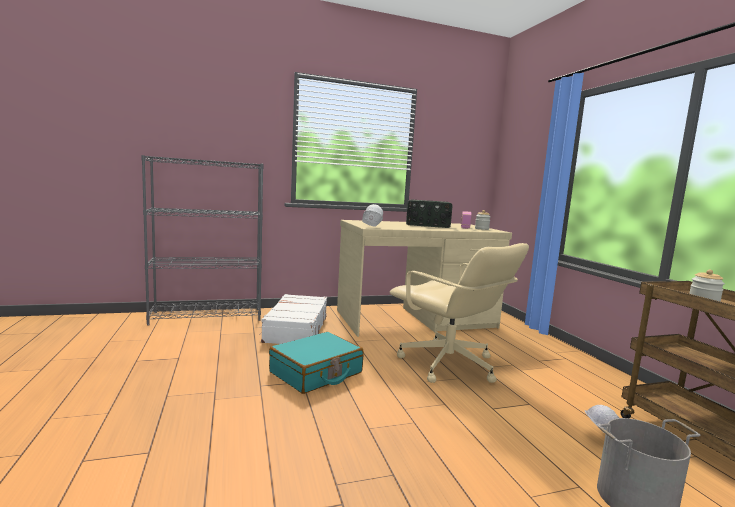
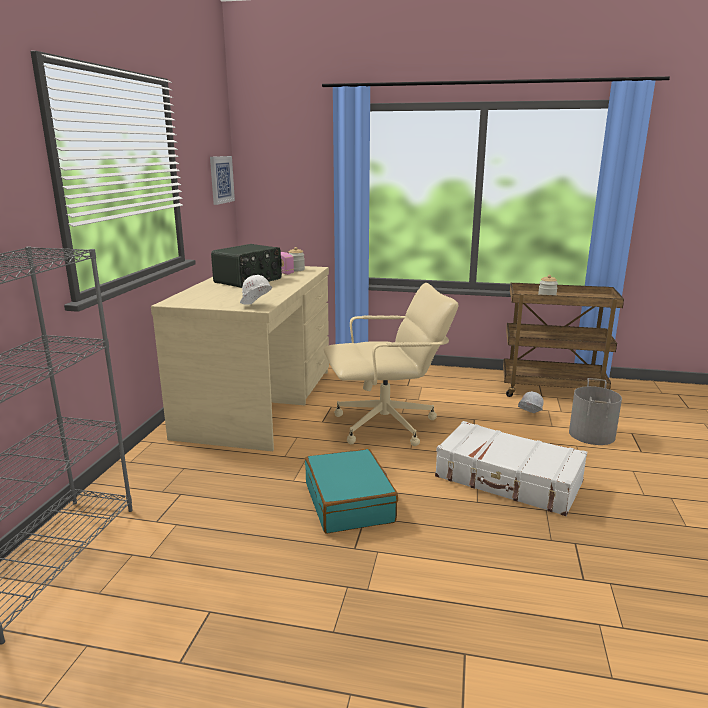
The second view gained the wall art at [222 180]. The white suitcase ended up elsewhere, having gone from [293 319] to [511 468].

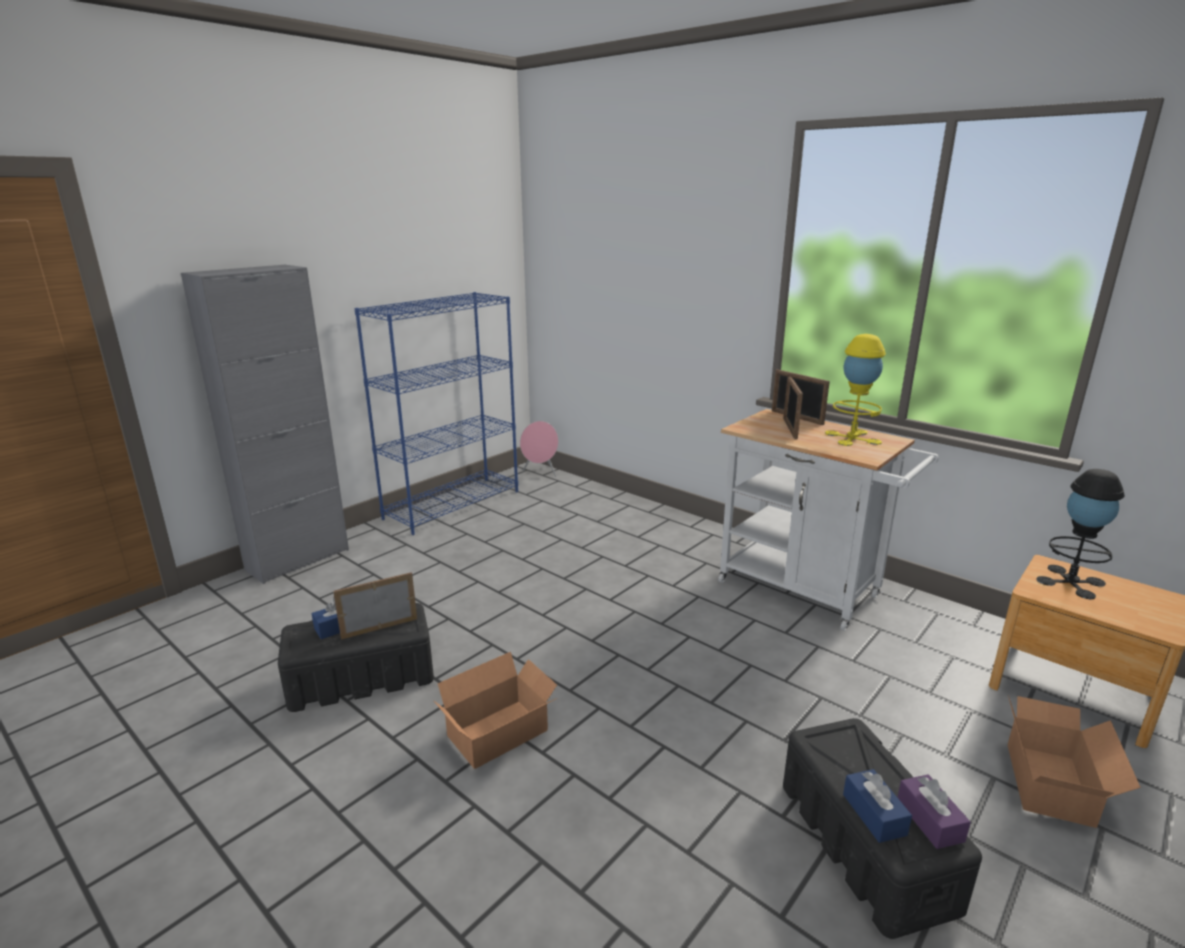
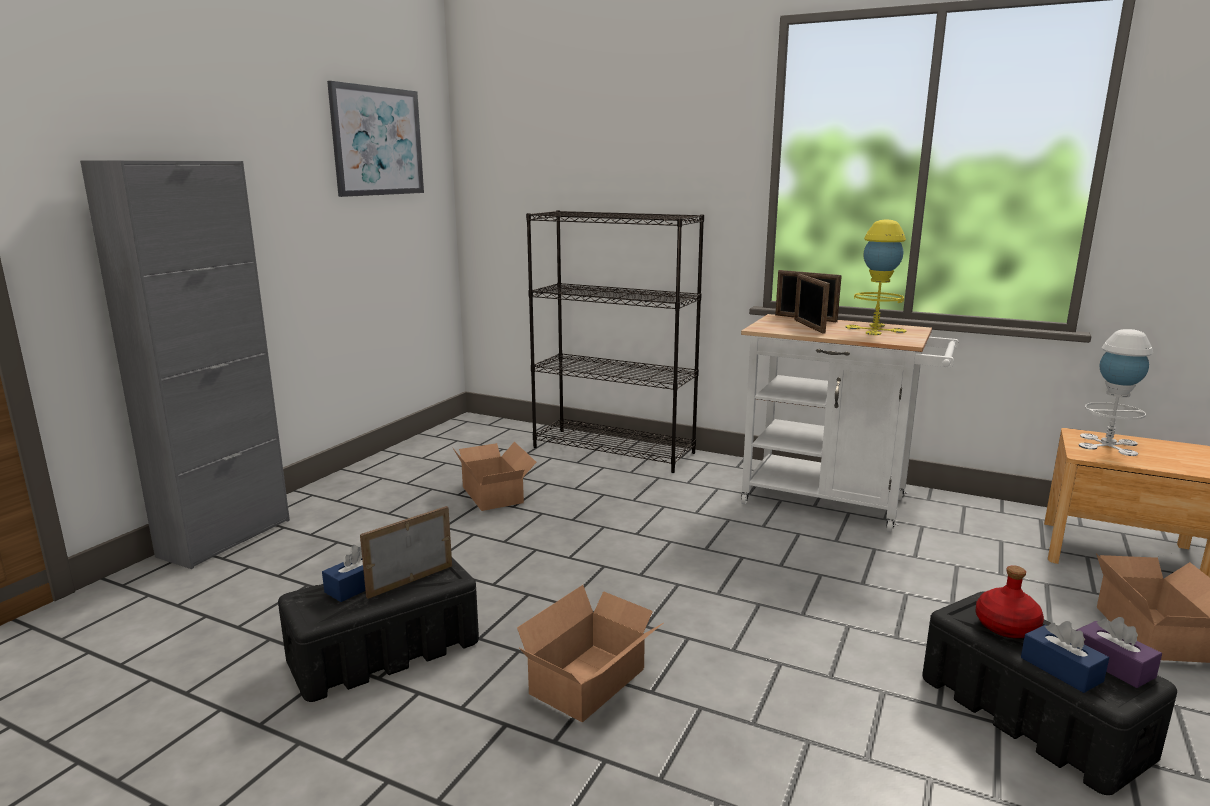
The second view gained the wall art at [375 139]. The second view gained the packing box at [494 476]. The second view gained the black-coloured bookcase at [615 341]. The second view gained the red-coloured bottle at [1009 601]. What was the black-coloured table lamp at [1080 534] turned into the white table lamp at [1116 392]. The second view lost the bluish bookcase at [436 413]. The second view lost the pinkish speaker at [539 449].

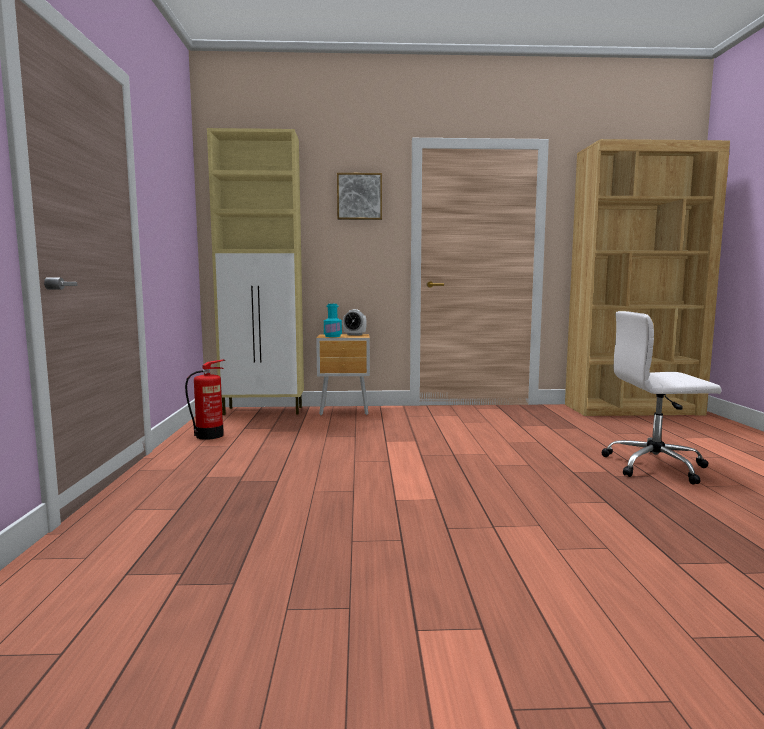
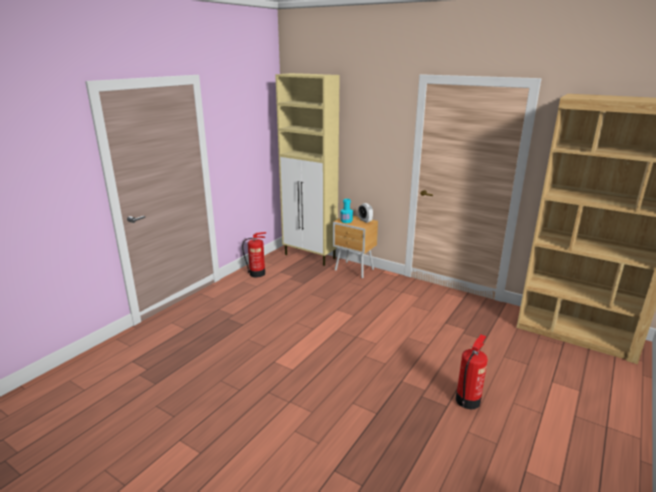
Where the white desk chair stood at [661 398], the extinguisher came to stand at [472 372]. The second view lost the wall art at [359 196].

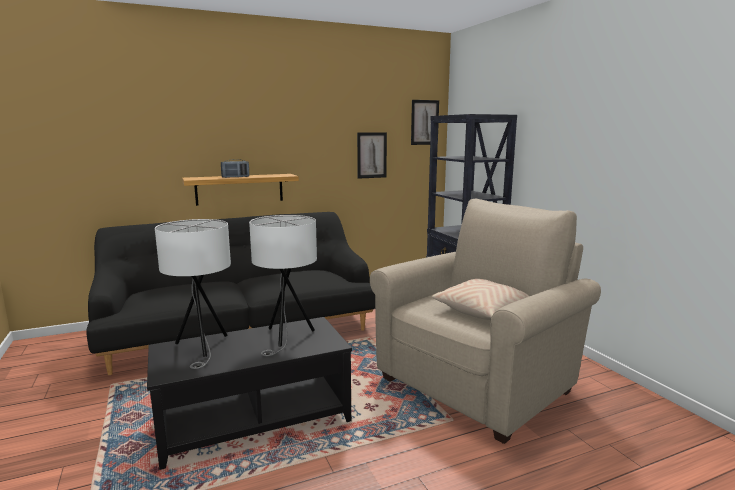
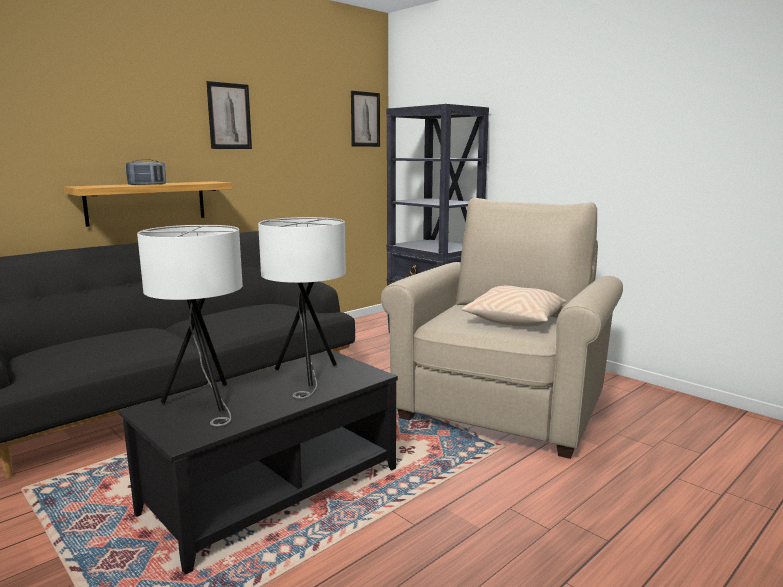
The wall art ended up elsewhere, having gone from [372 155] to [229 115].

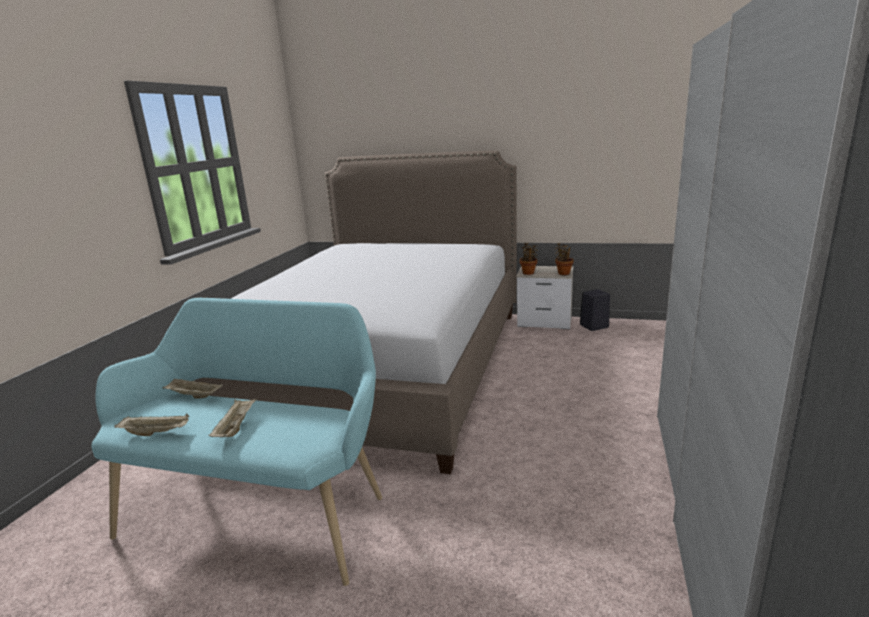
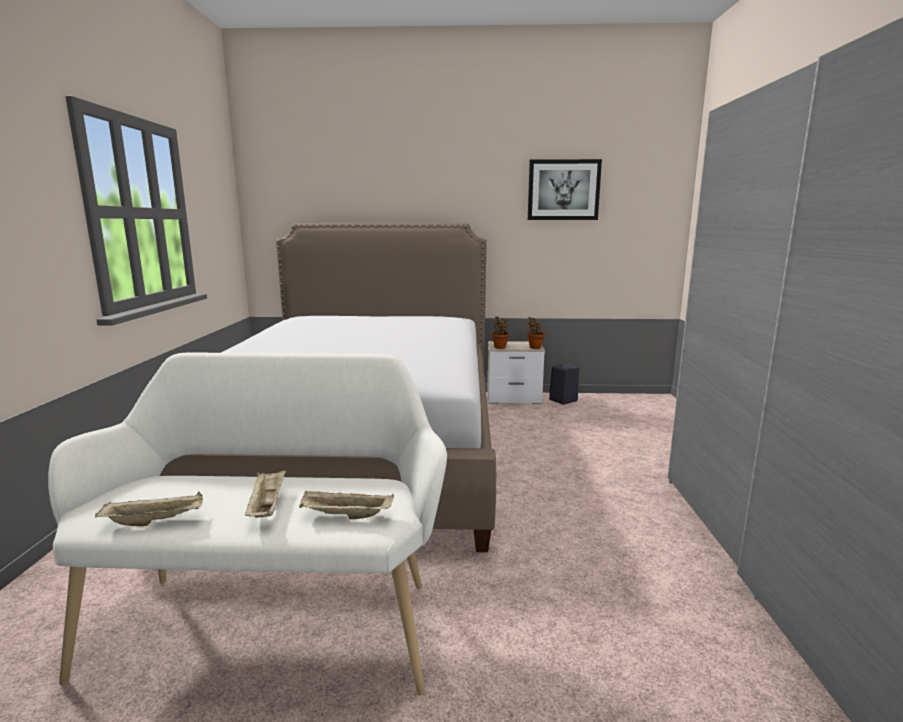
What was the turquoise-coloured indoor bench at [237 442] turned into the white indoor bench at [247 524]. The beige-coloured carrying tray ended up elsewhere, having gone from [193 388] to [346 505]. The second view gained the wall art at [565 189].

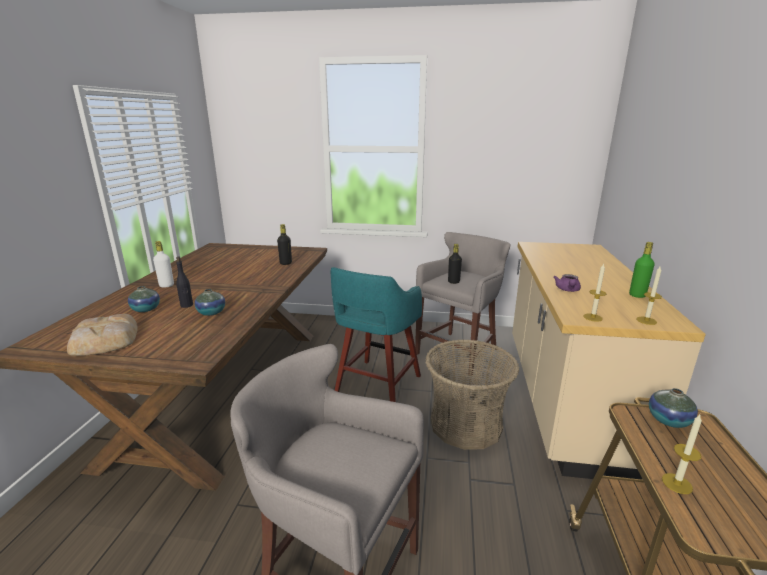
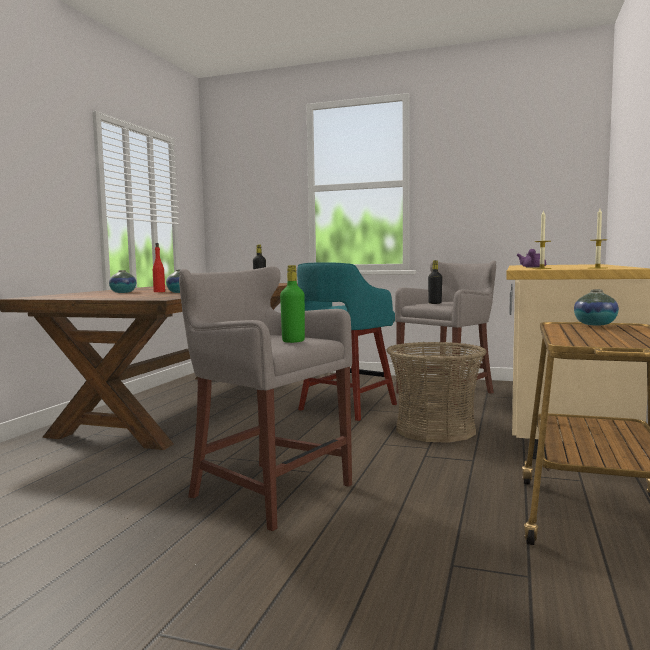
What was the black-coloured bottle at [184 282] turned into the red-coloured bottle at [159 267]. The green bottle ended up elsewhere, having gone from [642 270] to [292 304]. The second view lost the bakery bread at [102 335]. The second view lost the white bottle at [163 264]. The second view lost the candle at [682 454].

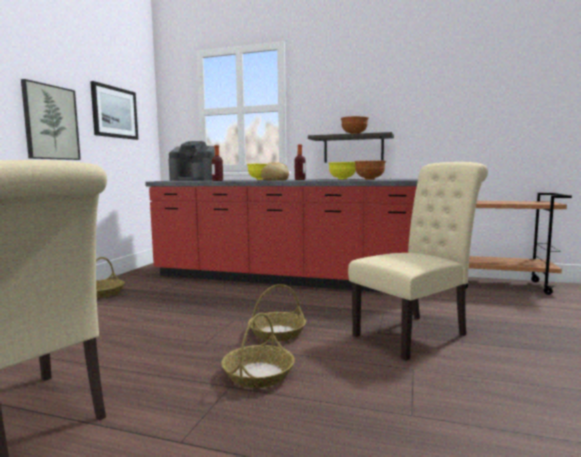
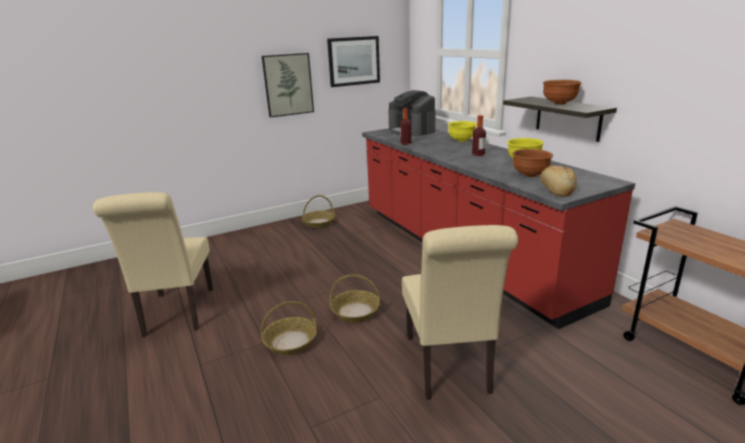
The beige-coloured upright chair at [418 261] ended up facing another way, 75 degrees clockwise from before. The bakery bread ended up elsewhere, having gone from [275 171] to [558 181].

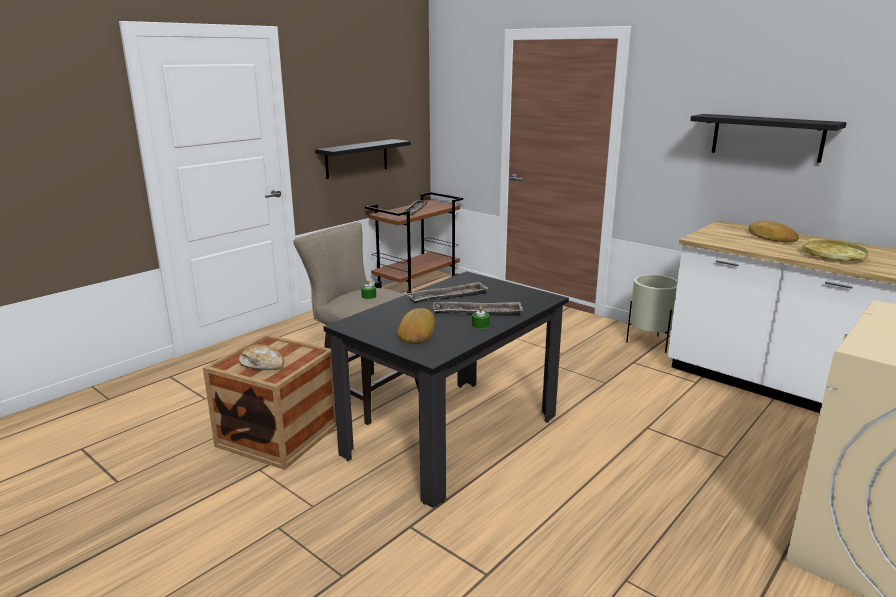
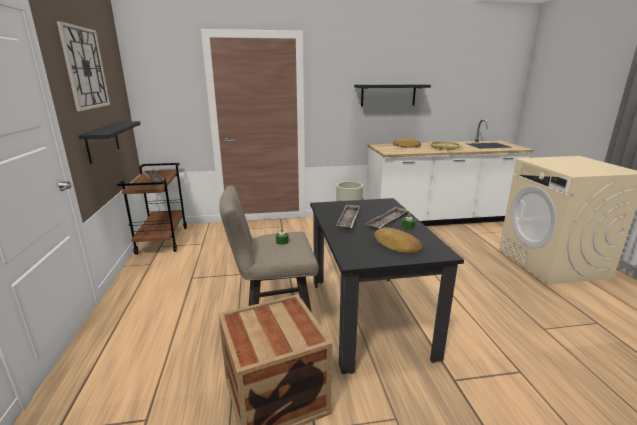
The second view gained the hanging clock at [83 66]. The second view lost the bakery bread at [261 357].

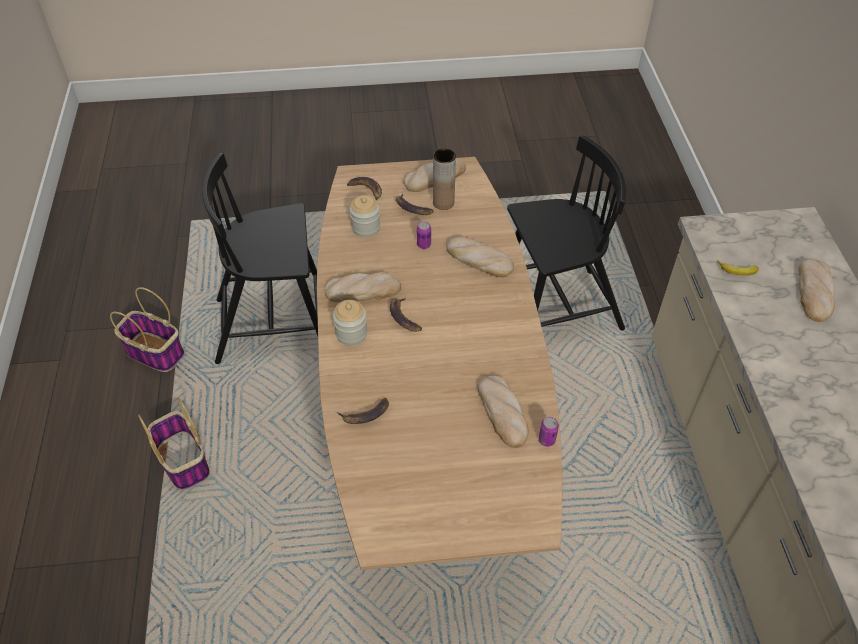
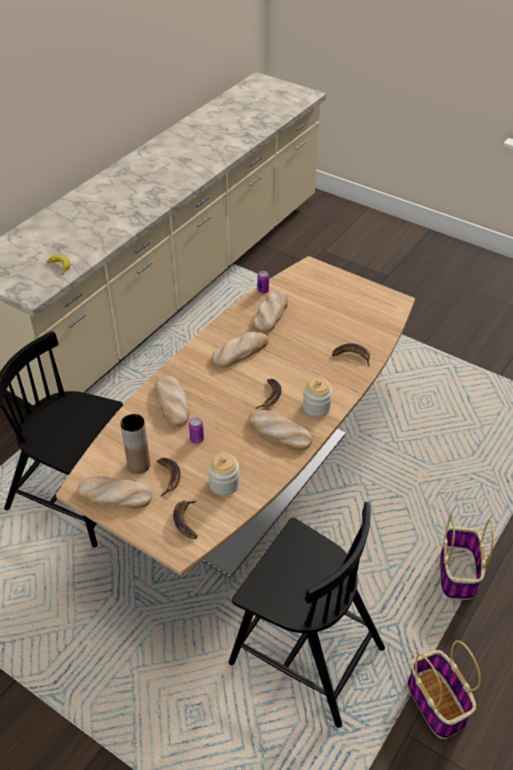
The bakery bread ended up elsewhere, having gone from [816 290] to [240 349].

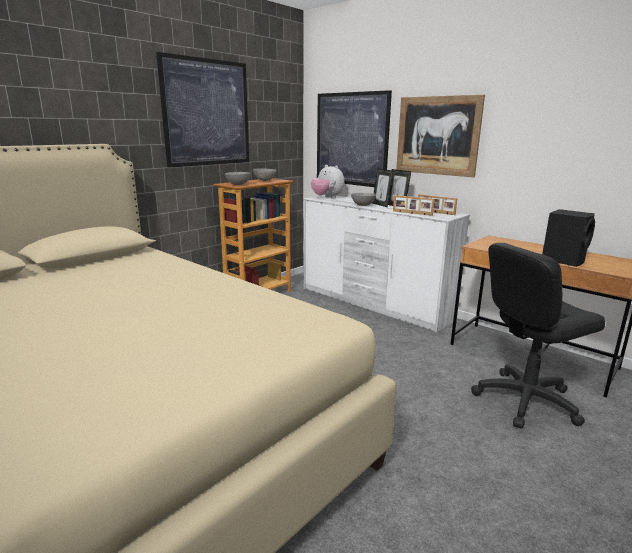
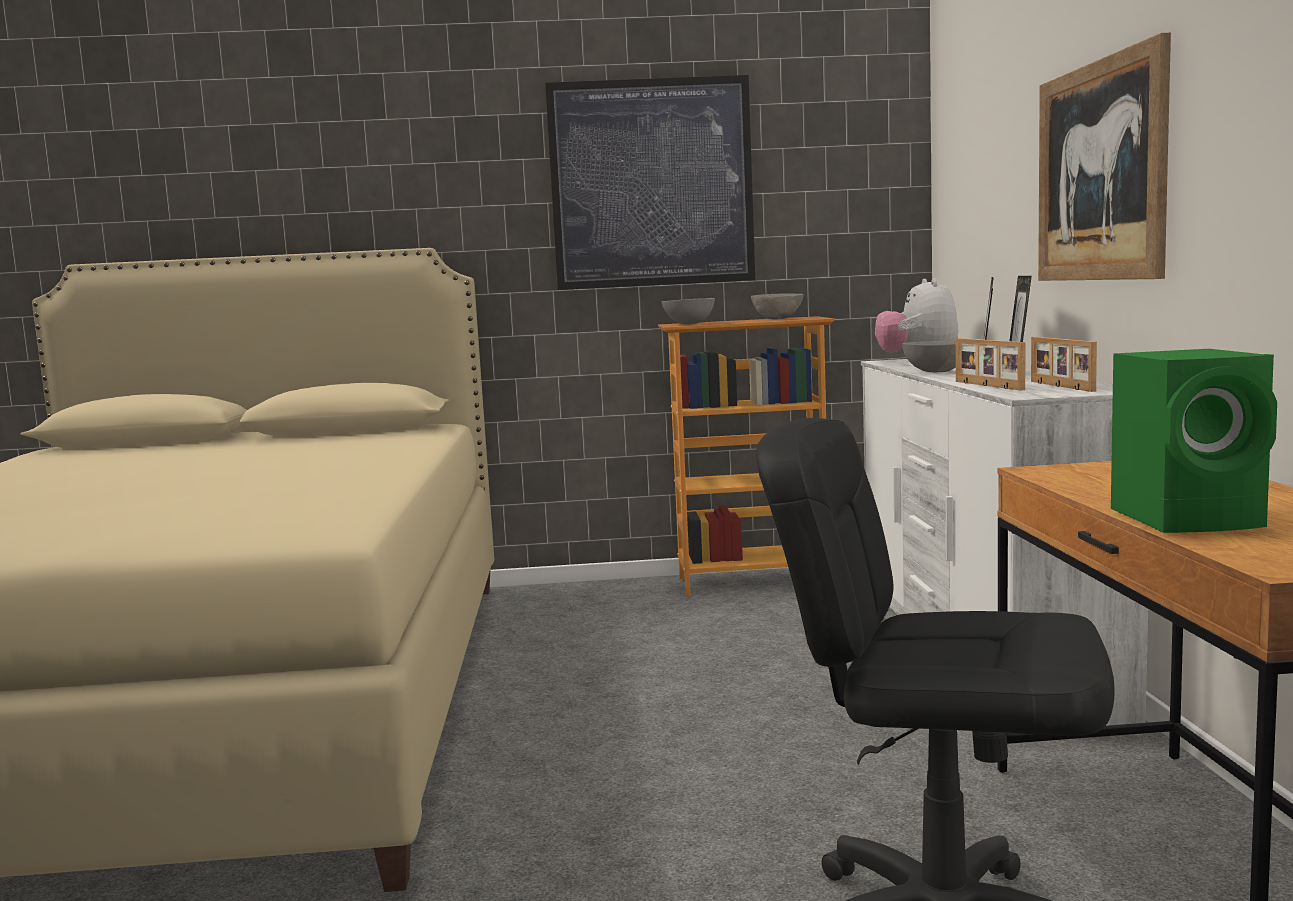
What was the black-coloured speaker at [568 238] turned into the green speaker at [1194 441]. The second view lost the wall art at [354 138].

